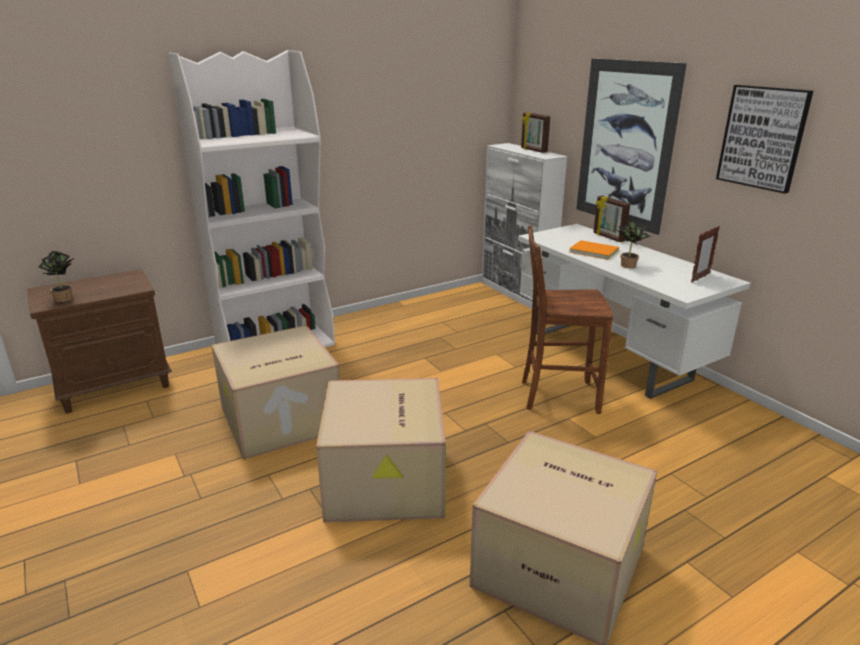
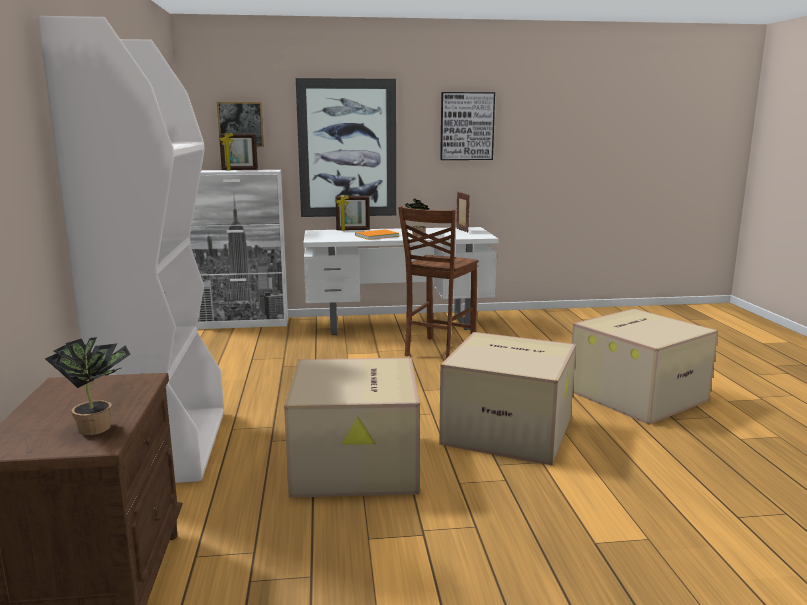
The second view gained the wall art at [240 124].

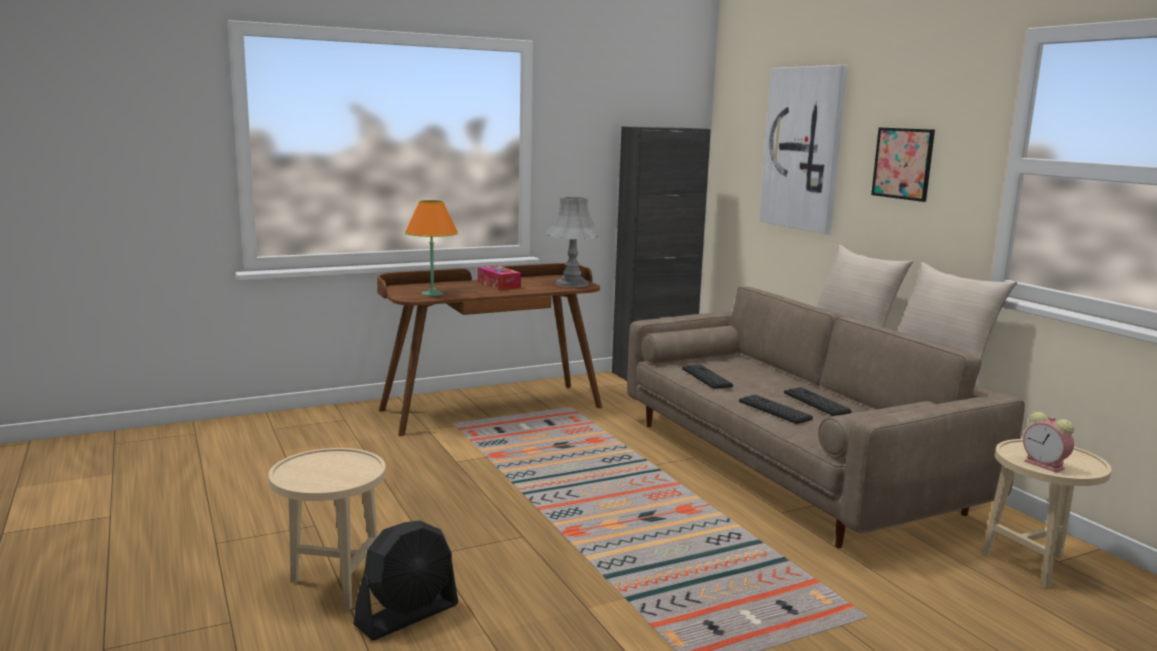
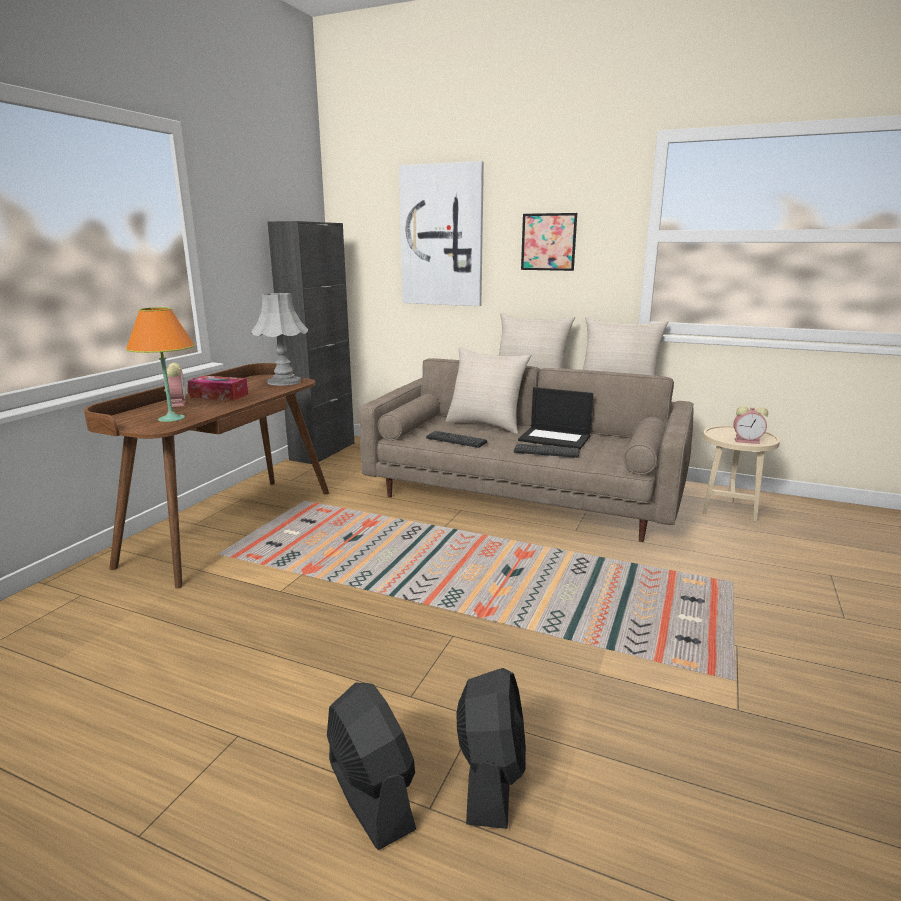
The second view gained the table clock at [174 385]. Where the beige-coloured end table stood at [327 529], the black-coloured cooling fan came to stand at [372 766]. The second view gained the beige-coloured cushion at [488 390]. Where the computer keyboard stood at [818 401], the portable computer came to stand at [555 418].

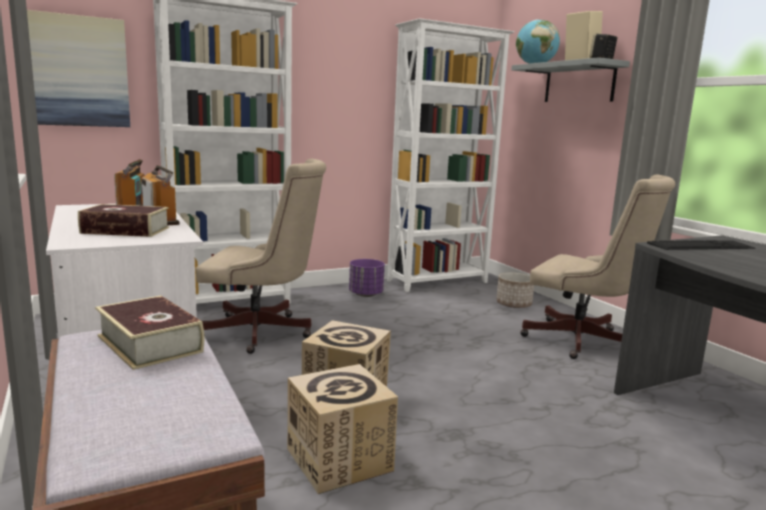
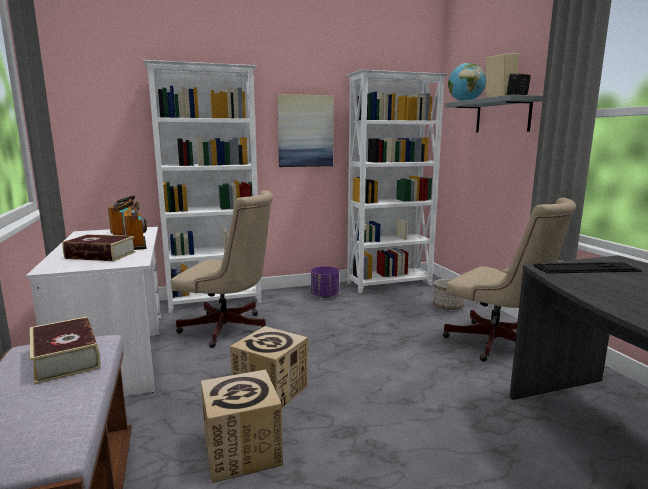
The wall art ended up elsewhere, having gone from [78 68] to [305 130].

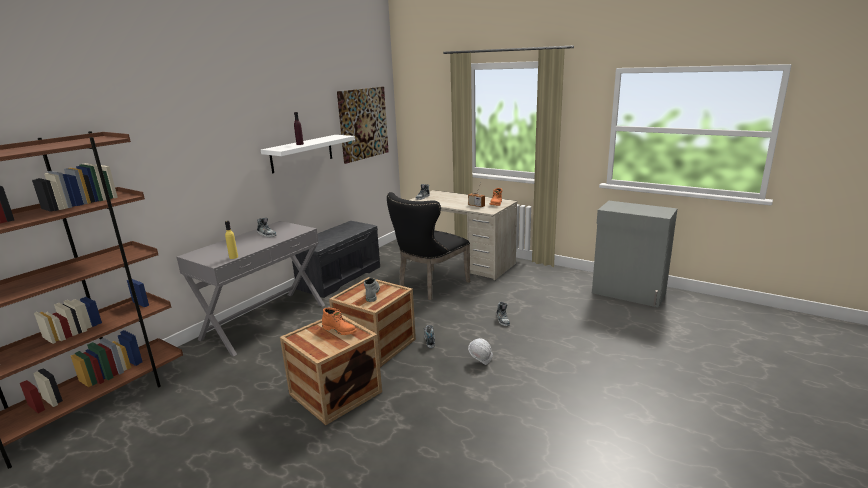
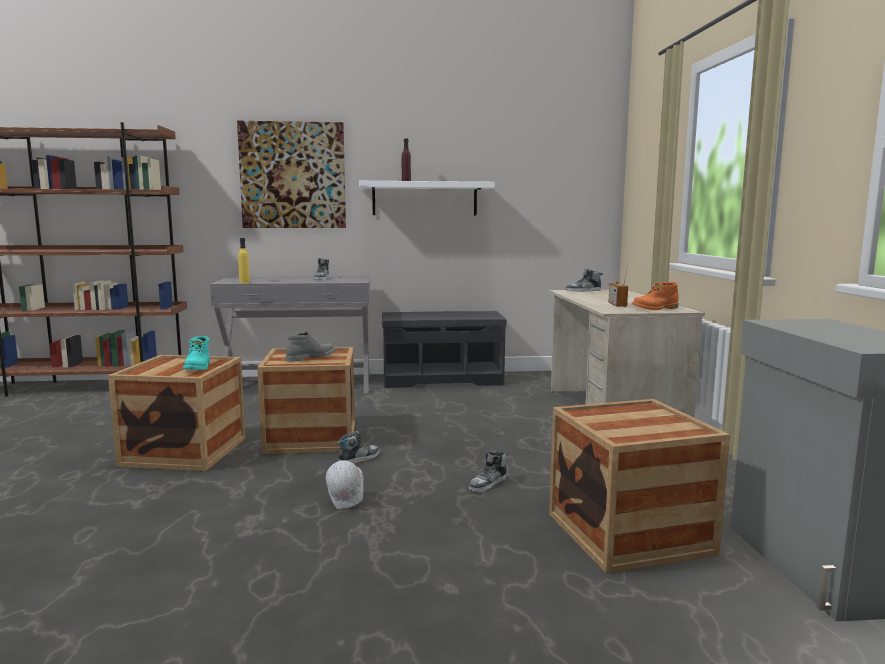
What was the orangey boot at [339 321] turned into the turquoise-coloured boot at [196 353]. The wall art ended up elsewhere, having gone from [363 125] to [291 174]. The second view gained the shipping crate at [639 486]. The second view lost the black-coloured upright chair at [428 246].

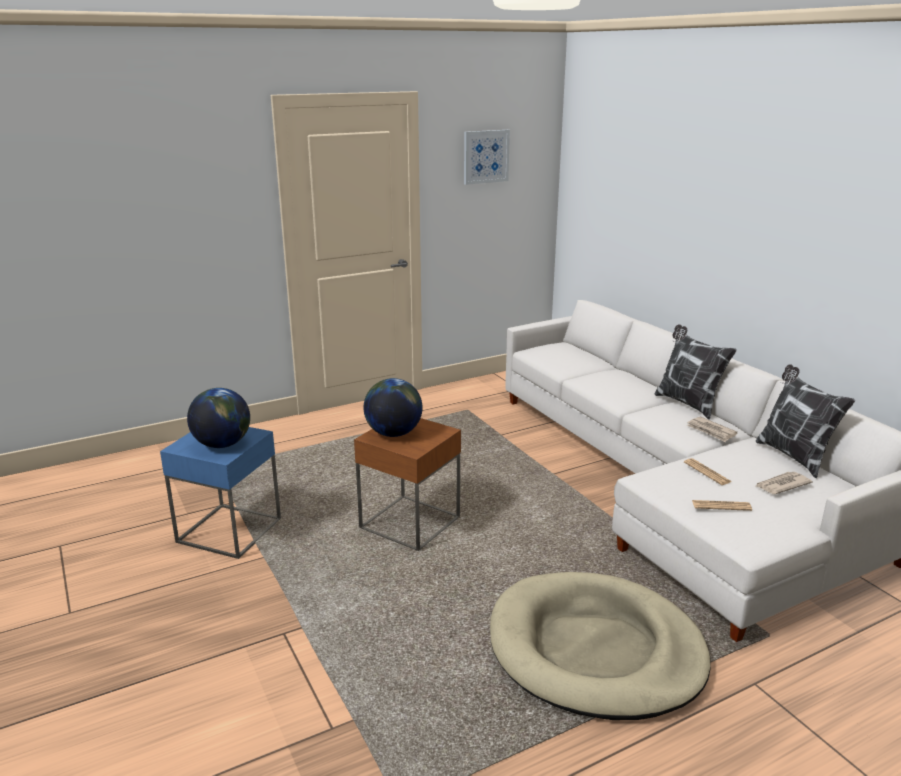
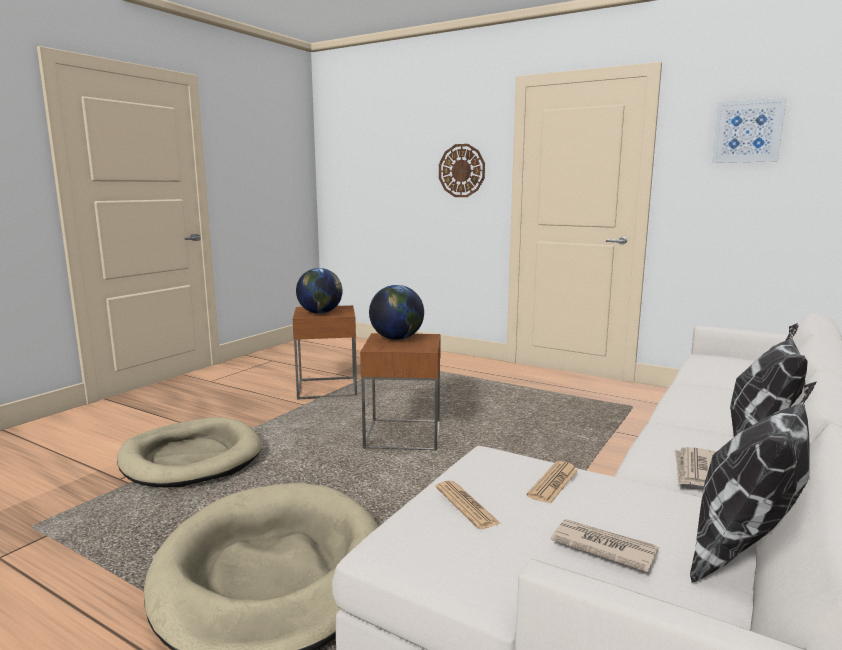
The second view gained the beige-coloured dog bed at [189 452]. What was the bluish end table at [220 493] turned into the brown end table at [325 352]. The second view gained the hanging clock at [462 170].

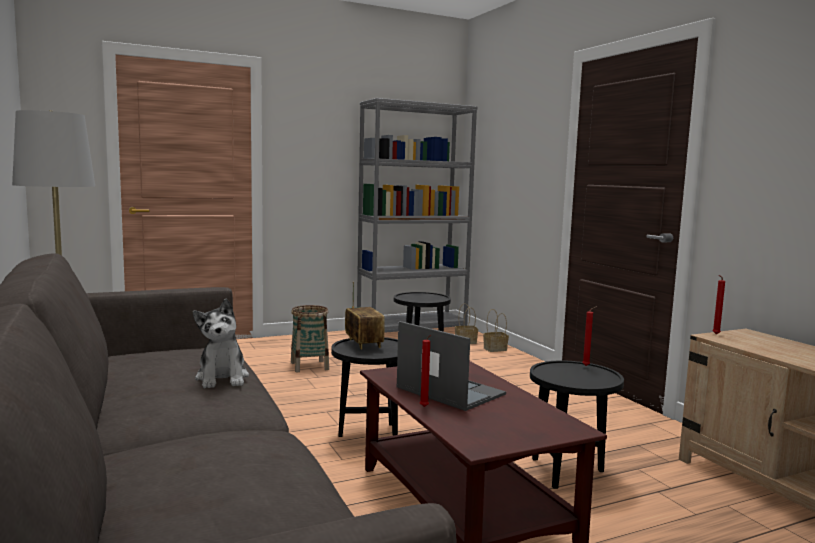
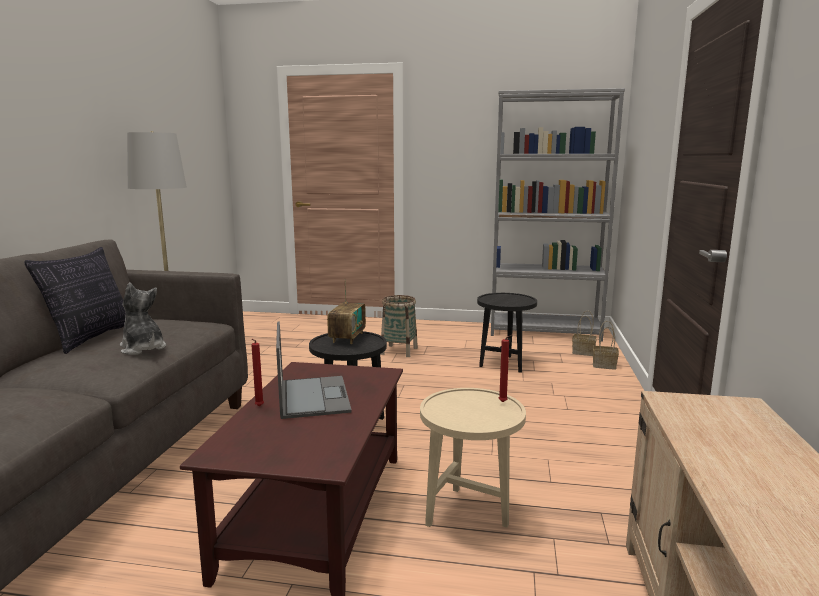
The second view gained the cushion at [75 300]. The soft toy at [221 343] ended up facing another way, 120 degrees clockwise from before. What was the black-coloured end table at [577 424] turned into the beige-coloured end table at [473 458]. The second view lost the red-coloured candle at [718 304].

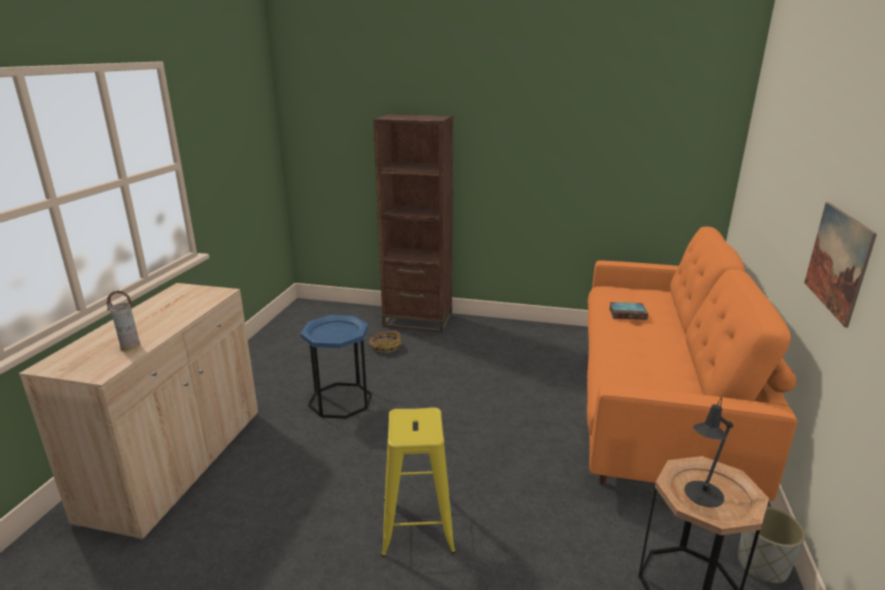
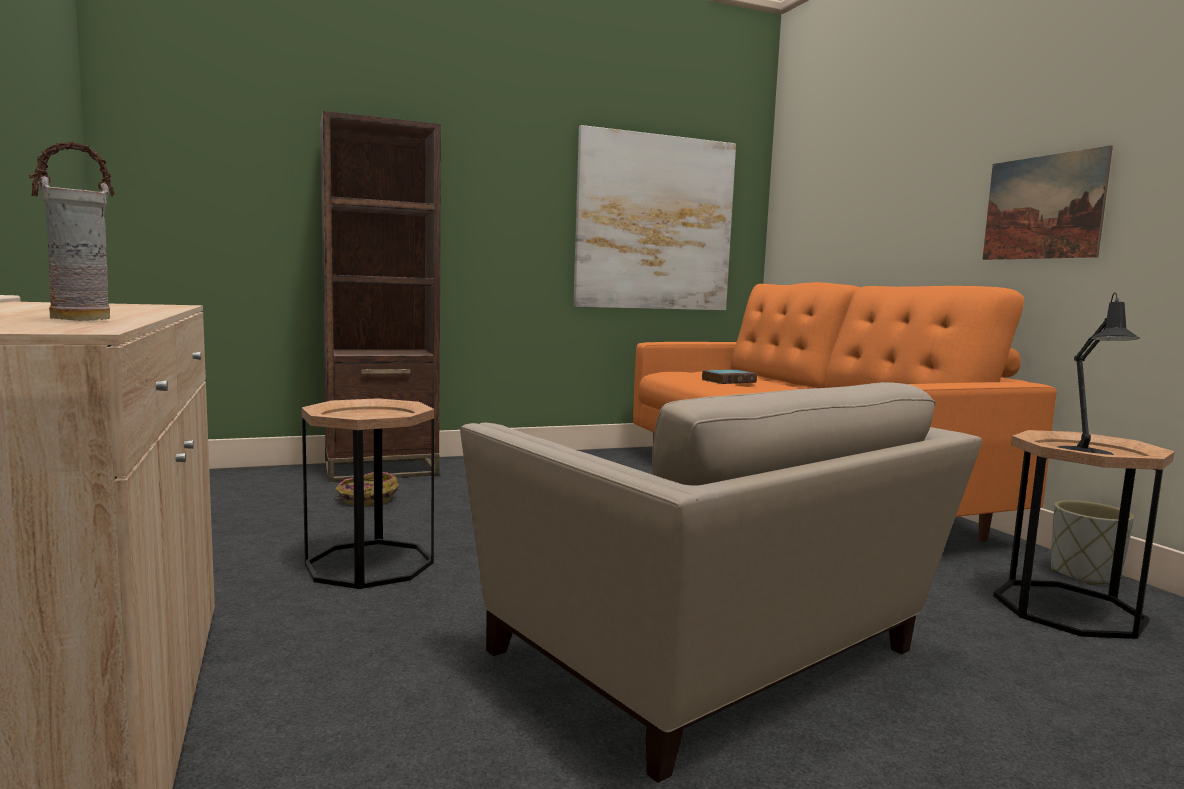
What was the bluish end table at [336 367] turned into the brown end table at [368 493]. Where the yellow-coloured stool seat stood at [418 482], the beige-coloured armchair came to stand at [721 582]. The second view gained the wall art at [654 218].

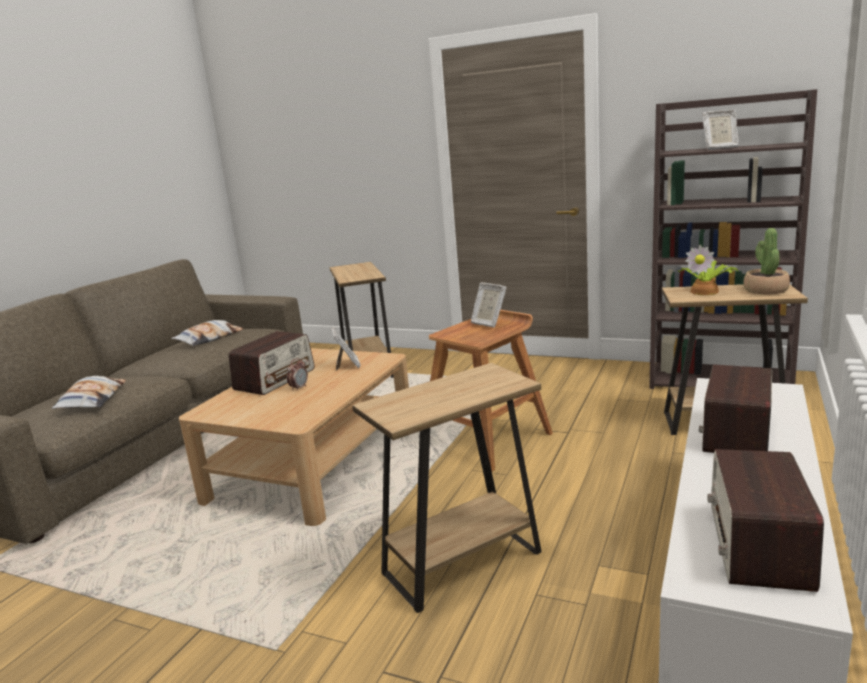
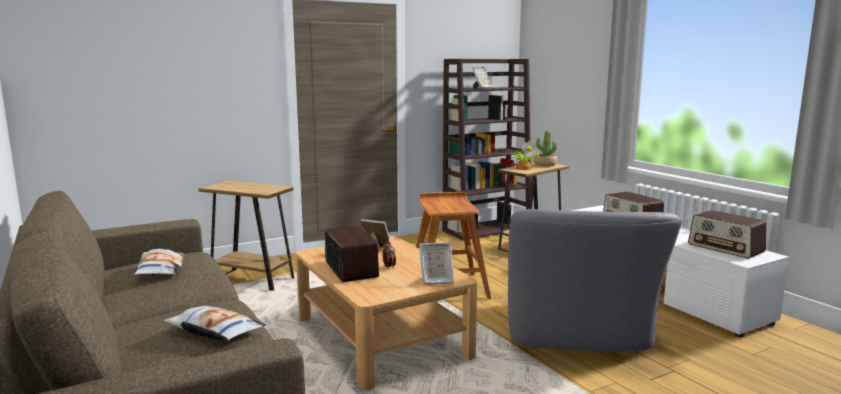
The picture frame ended up elsewhere, having gone from [488 305] to [436 264]. Where the brown end table stood at [447 488], the greyish armchair came to stand at [595 280].

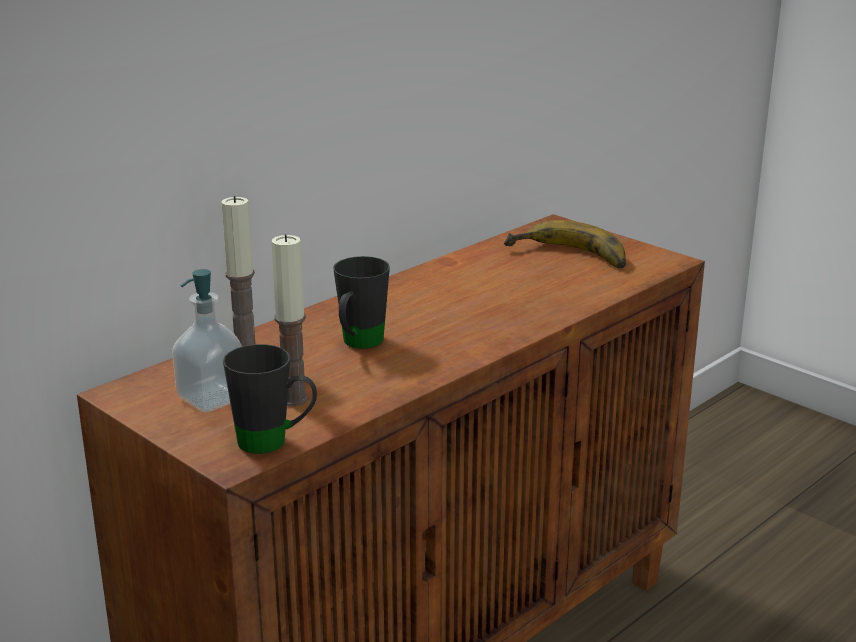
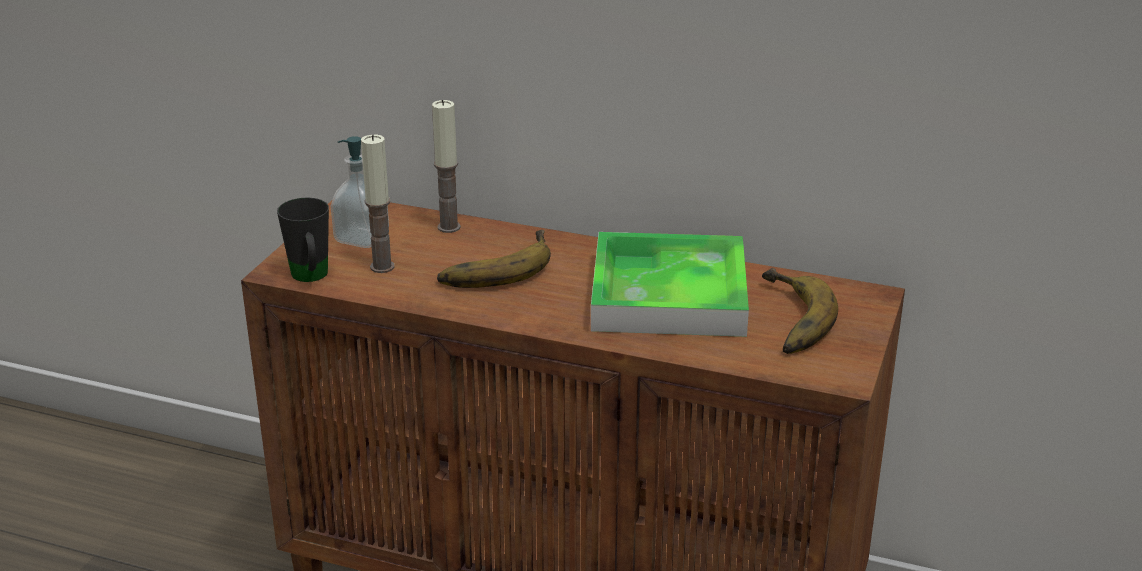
Where the black-coloured coffee mug stood at [361 302], the banana came to stand at [494 259]. The second view gained the carrying tray at [670 284].

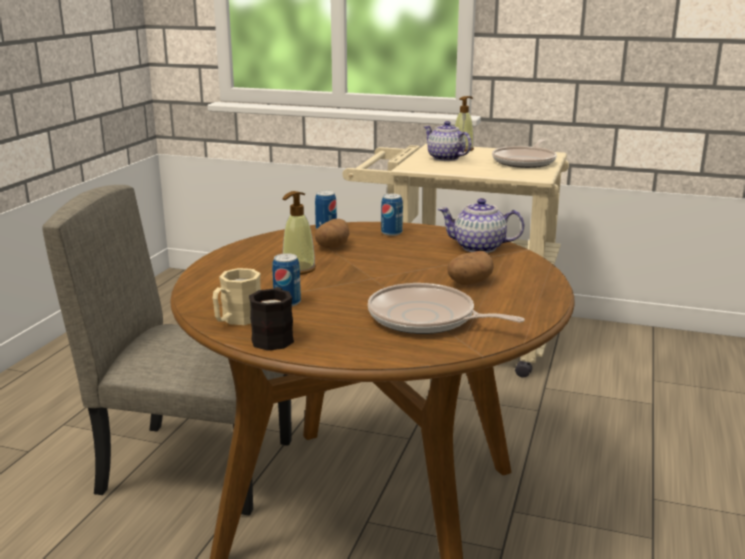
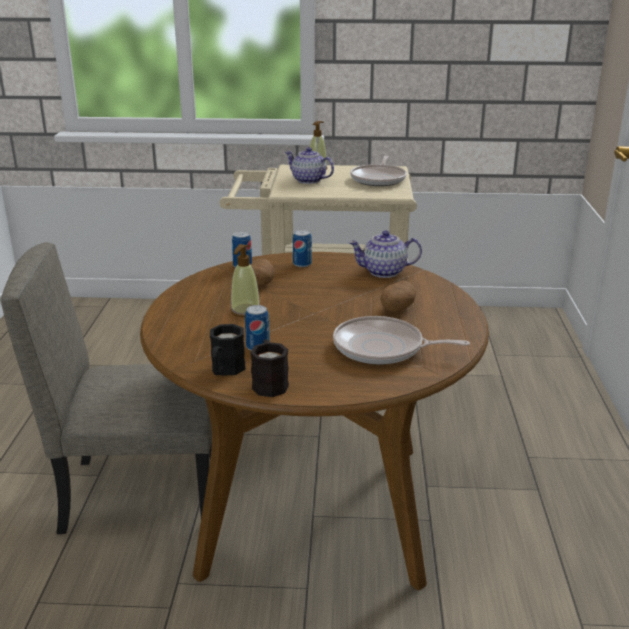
What was the beige-coloured coffee mug at [237 296] turned into the black-coloured coffee mug at [228 350].

